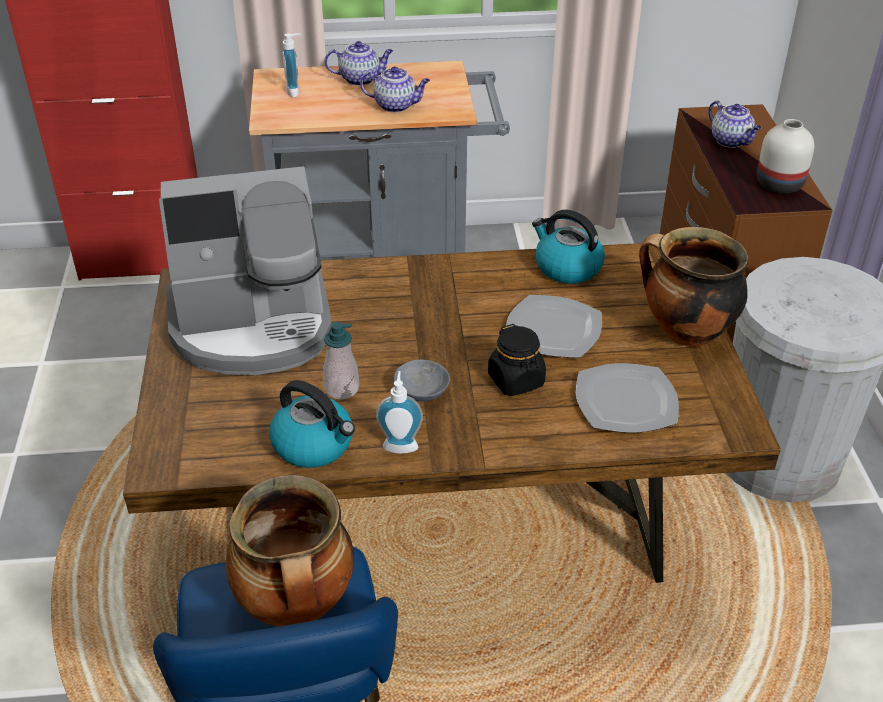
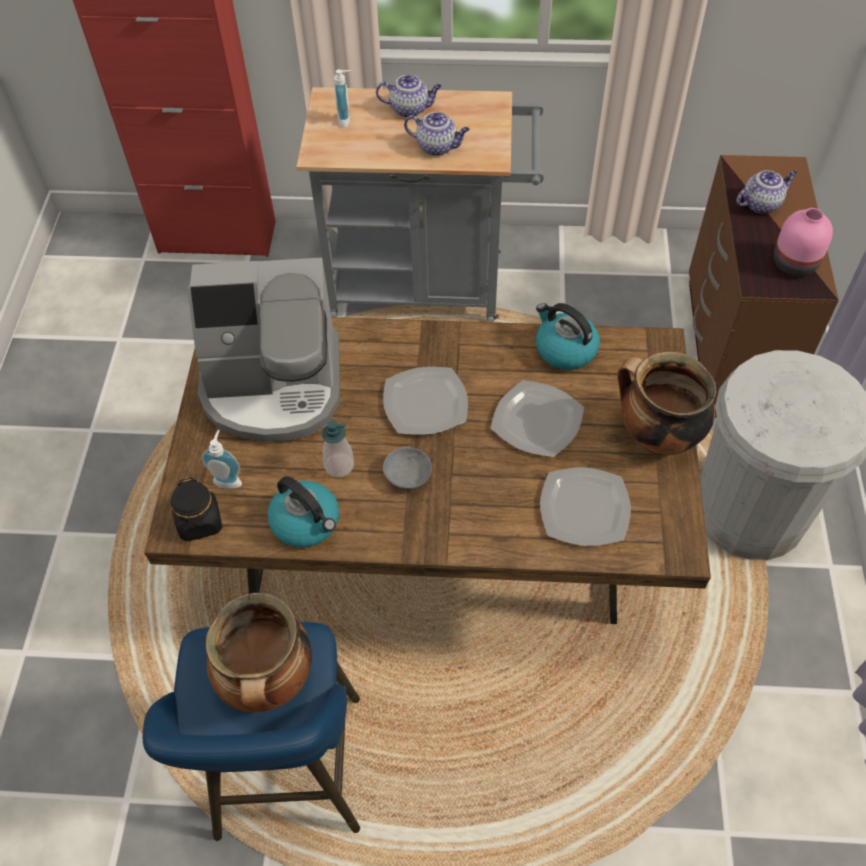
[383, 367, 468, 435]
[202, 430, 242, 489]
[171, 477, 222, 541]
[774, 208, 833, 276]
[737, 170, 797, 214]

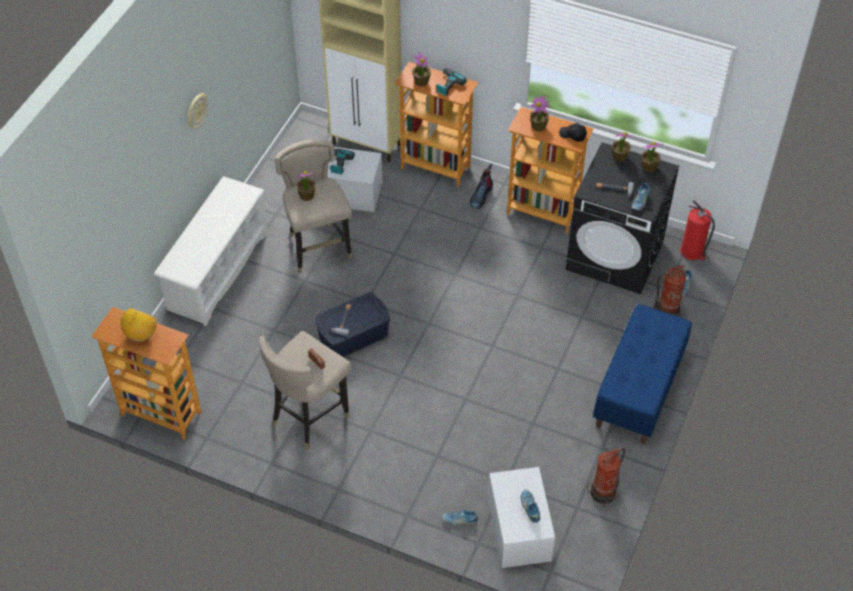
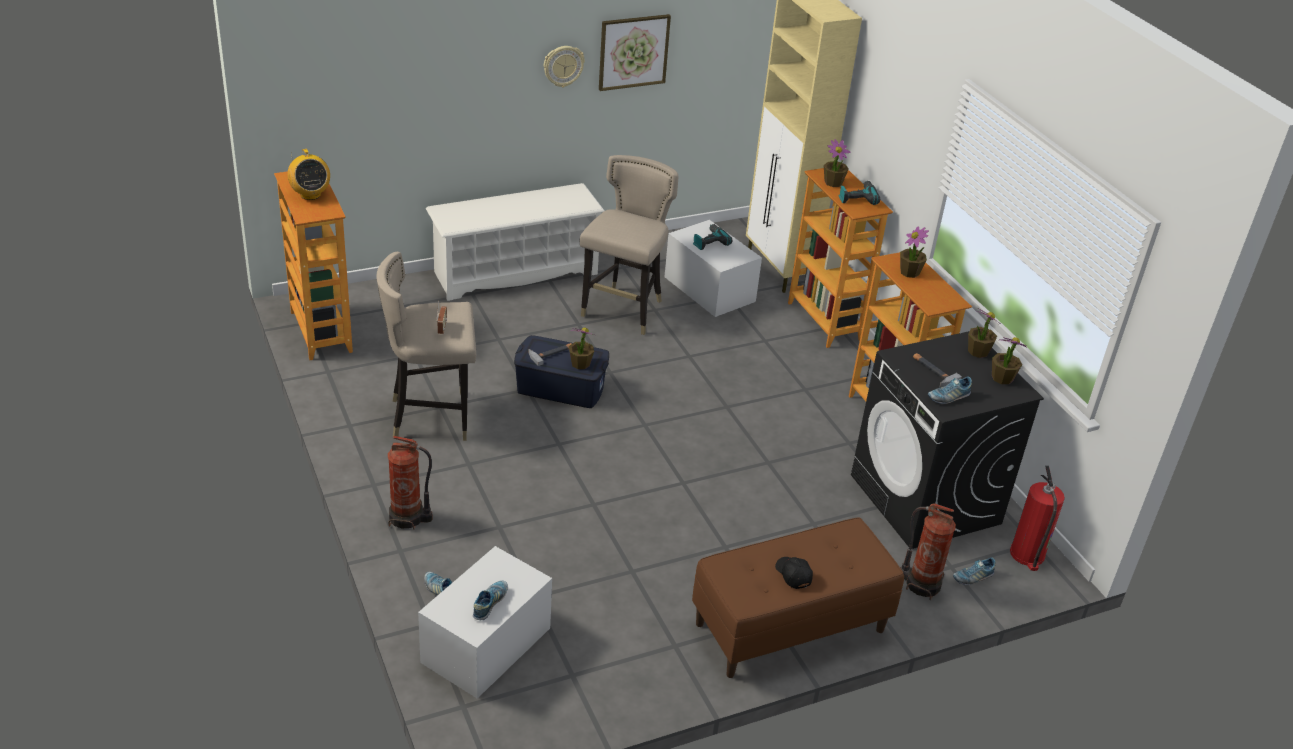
[470, 163, 493, 209] (first image)
[599, 14, 671, 91]
[569, 328, 594, 369]
[775, 557, 813, 589]
[388, 436, 433, 529]
[692, 517, 904, 678]
[287, 149, 330, 200]

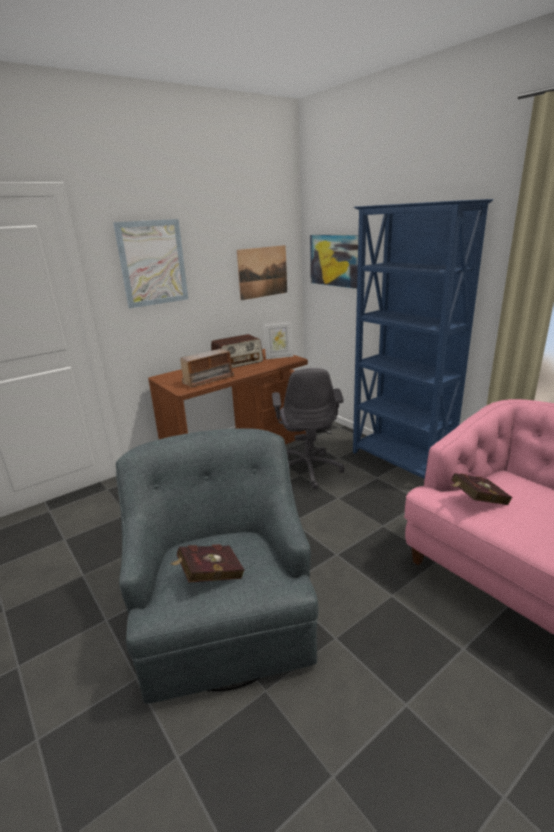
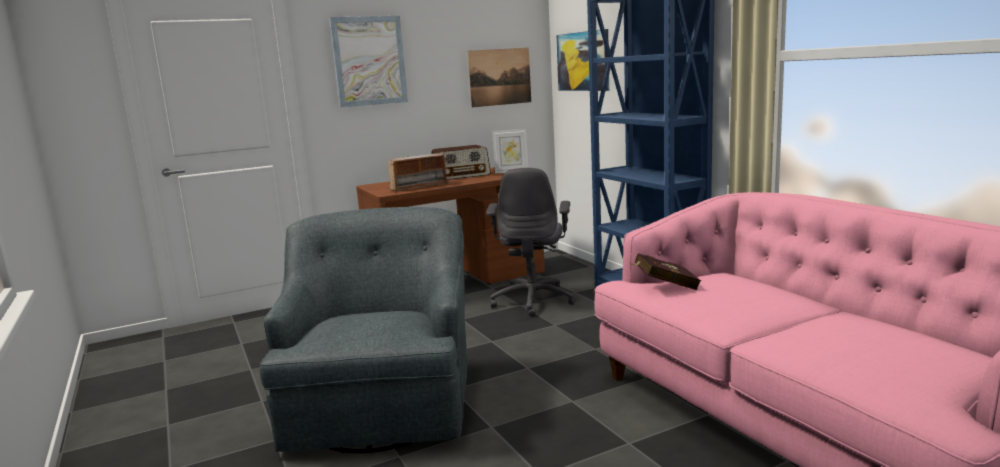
[171, 545, 245, 583] (first image)

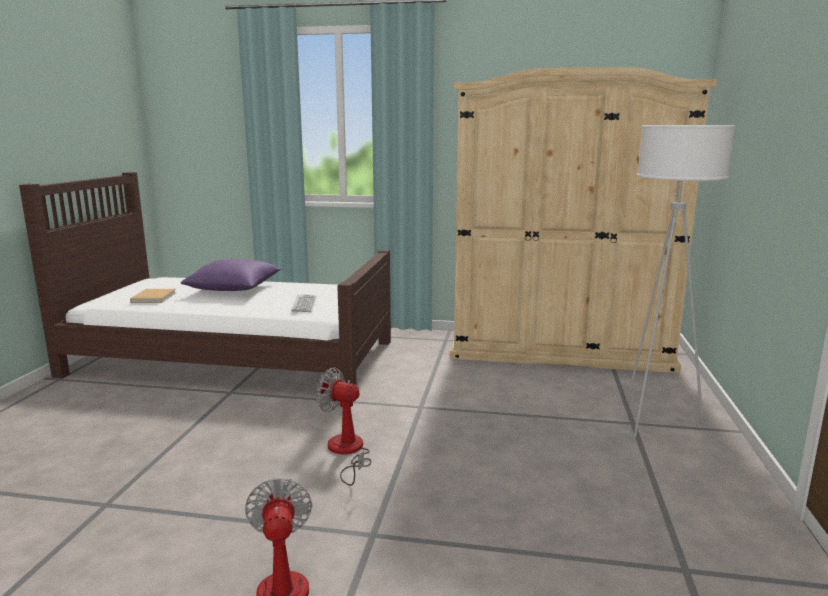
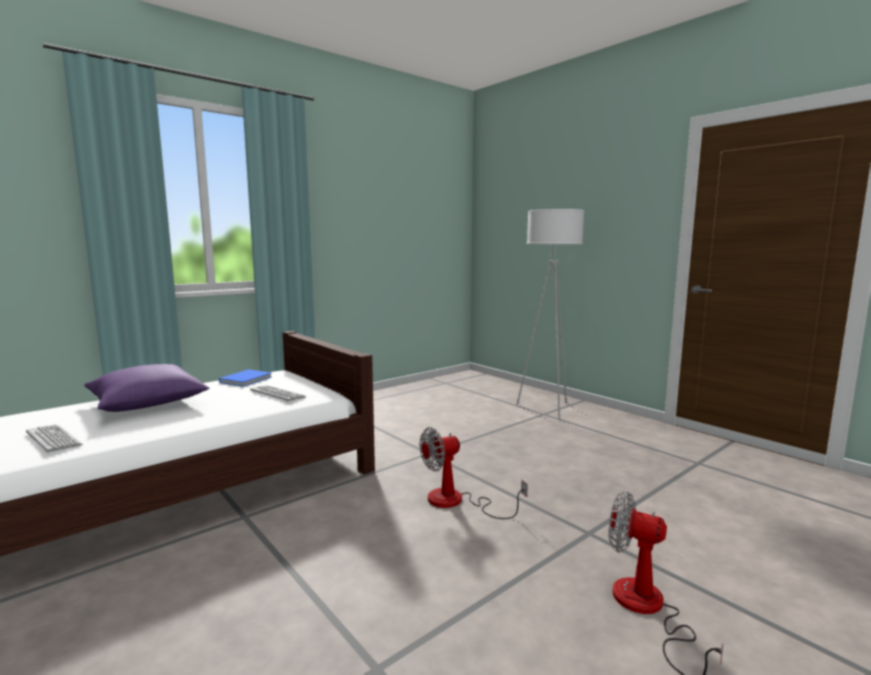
[450, 67, 717, 373] (first image)
[219, 369, 271, 387]
[26, 425, 83, 452]

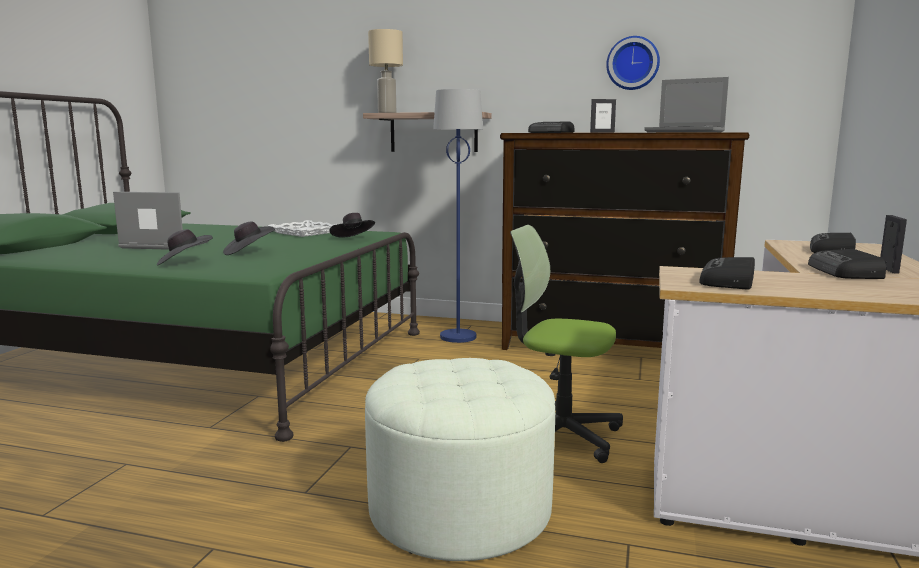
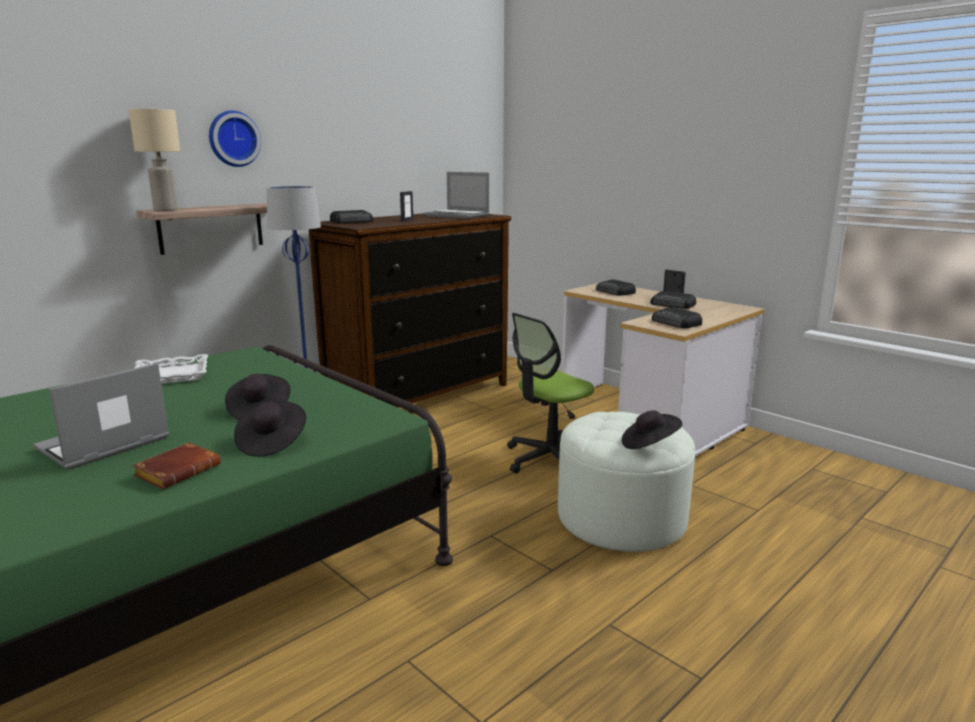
[132, 442, 221, 489]
[622, 411, 682, 449]
[209, 111, 261, 167]
[425, 172, 490, 219]

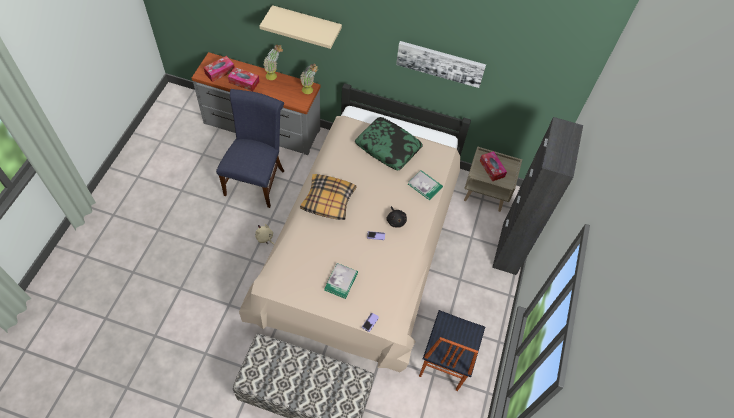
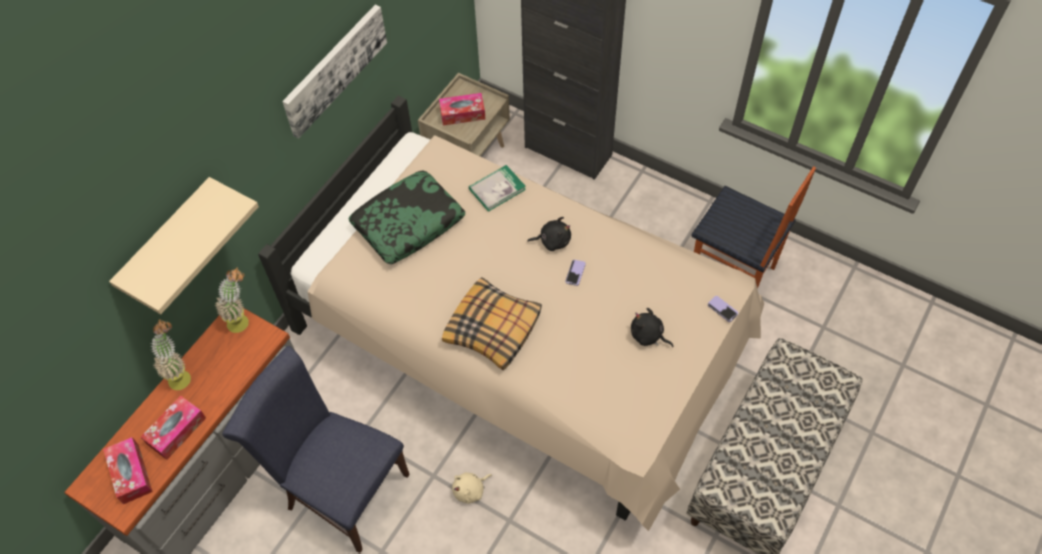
[631, 308, 674, 347]

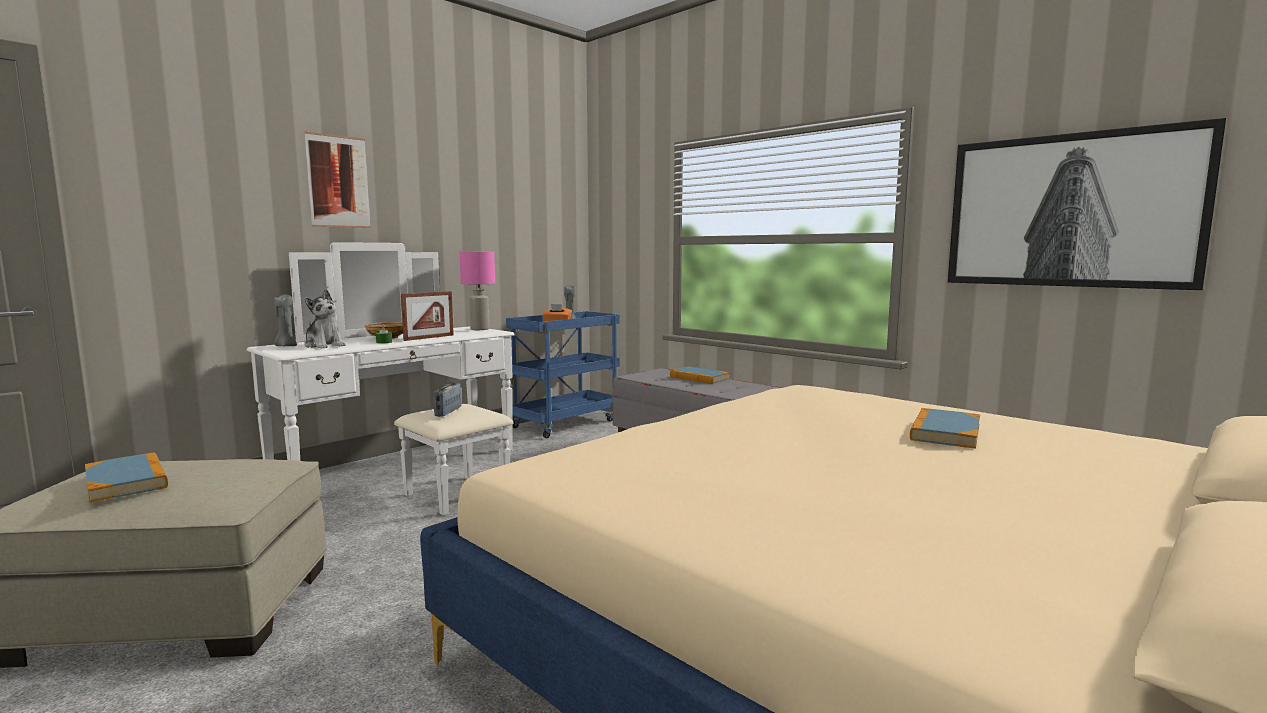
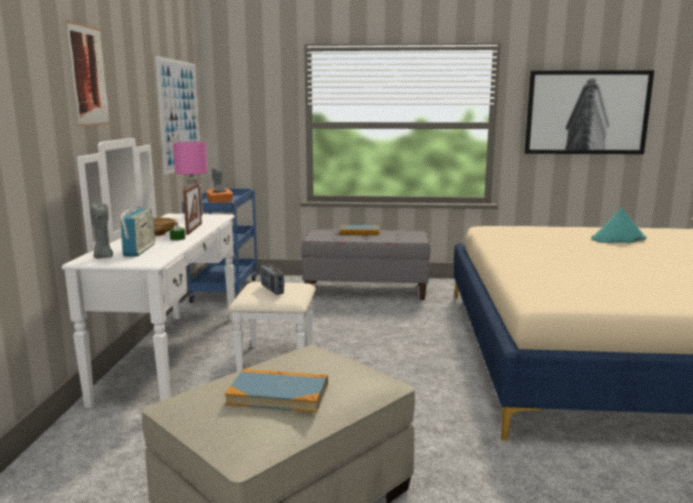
[155, 56, 200, 175]
[120, 206, 155, 257]
[591, 208, 647, 243]

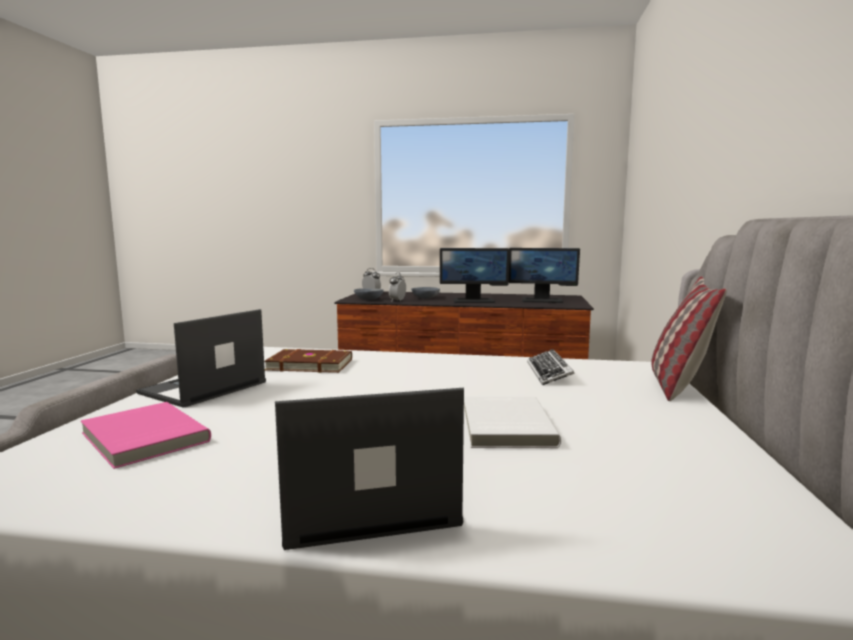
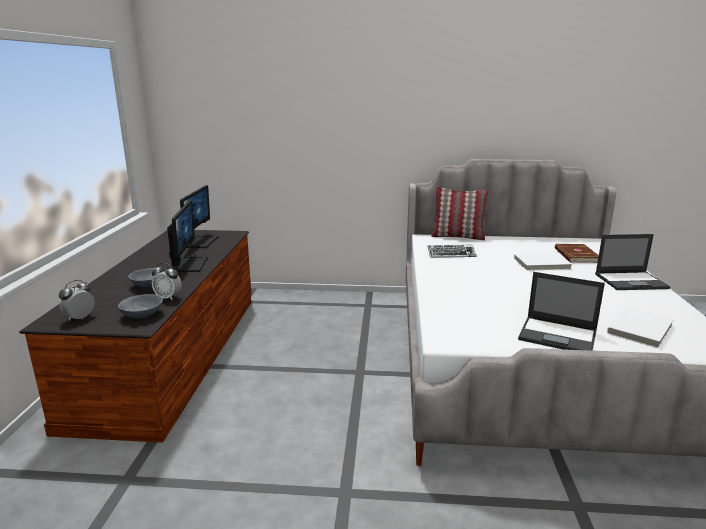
[555, 244, 599, 263]
[607, 308, 673, 348]
[595, 234, 670, 290]

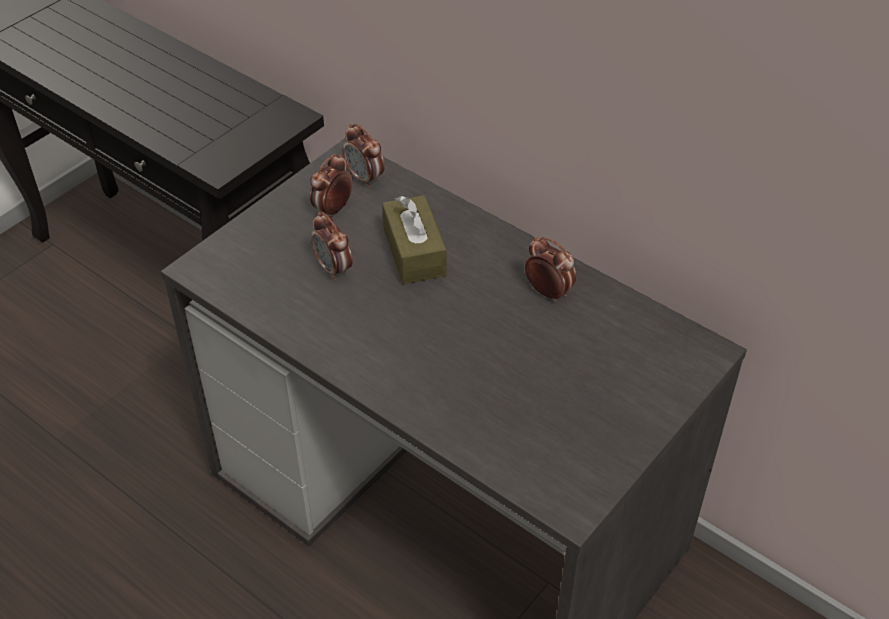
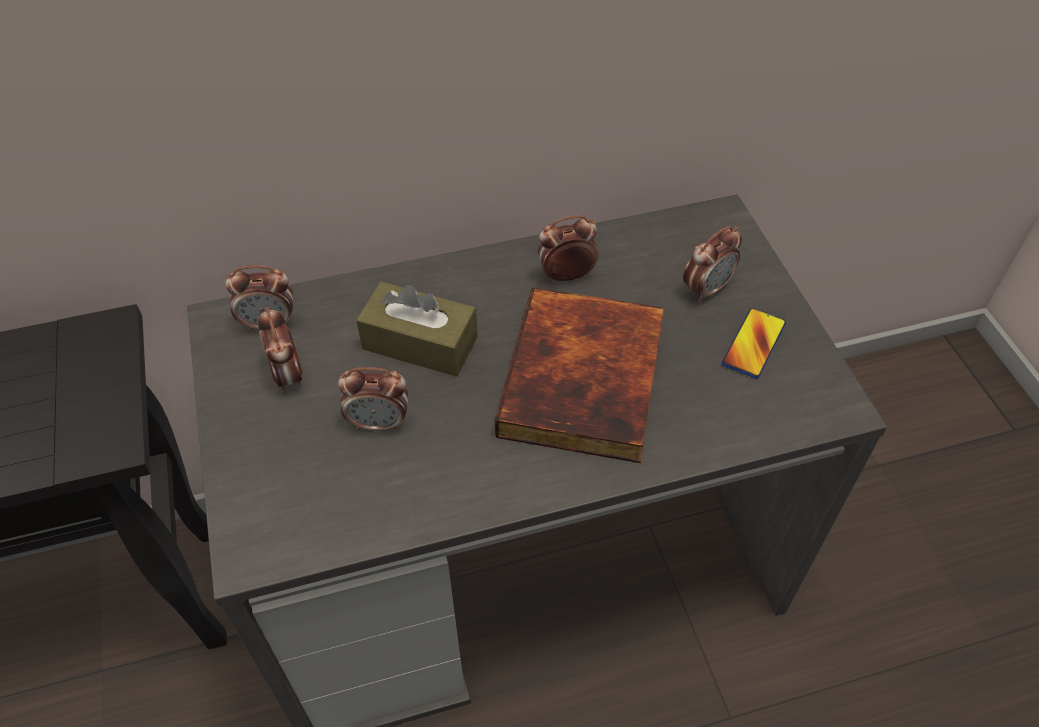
[495, 287, 664, 463]
[683, 226, 742, 303]
[722, 308, 786, 378]

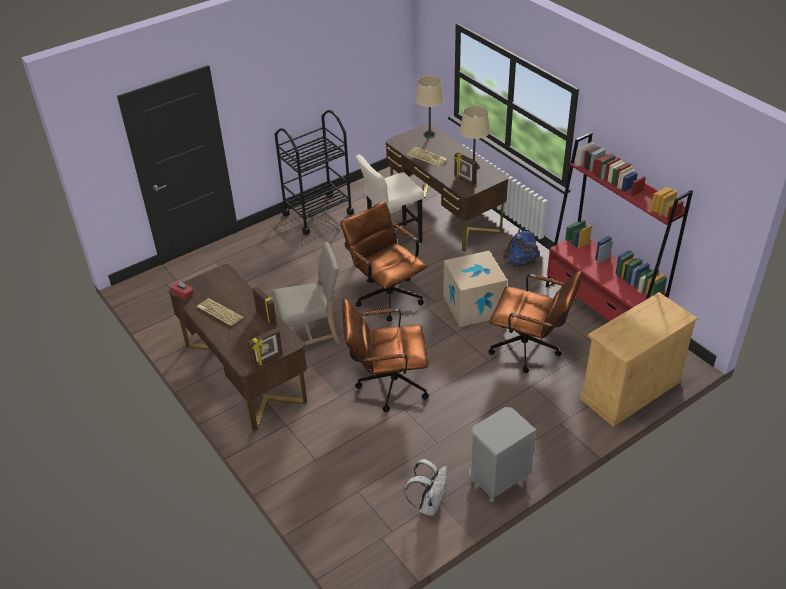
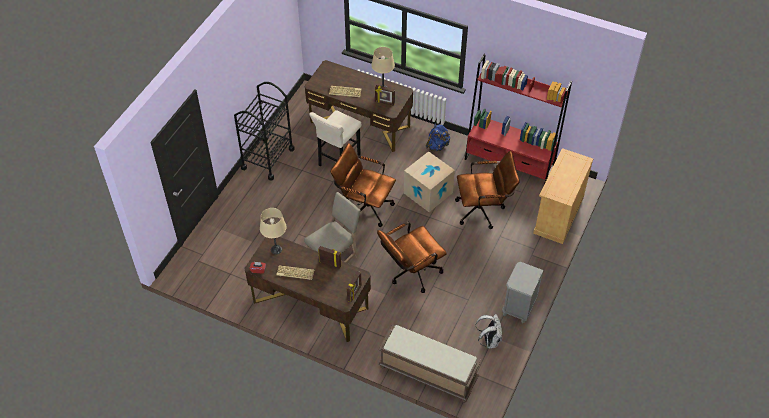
[379, 324, 481, 403]
[260, 208, 287, 254]

